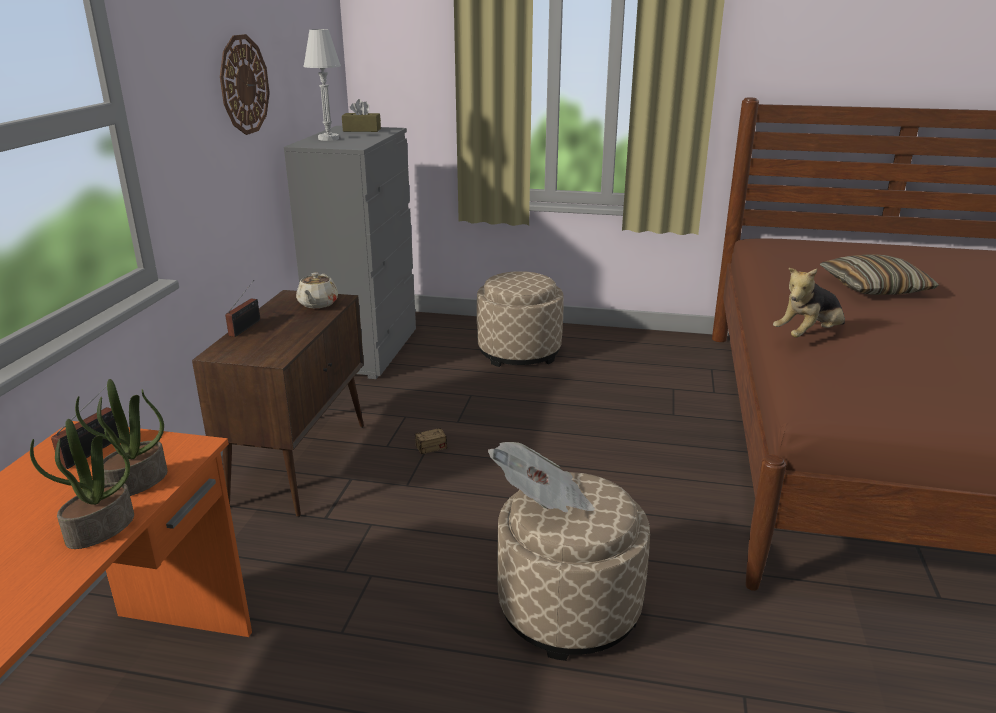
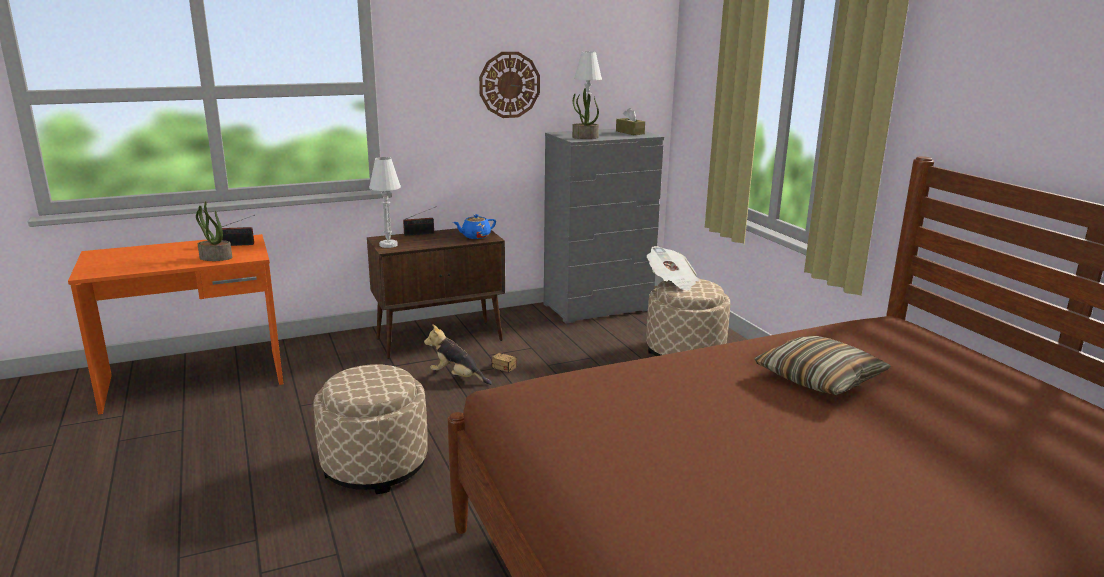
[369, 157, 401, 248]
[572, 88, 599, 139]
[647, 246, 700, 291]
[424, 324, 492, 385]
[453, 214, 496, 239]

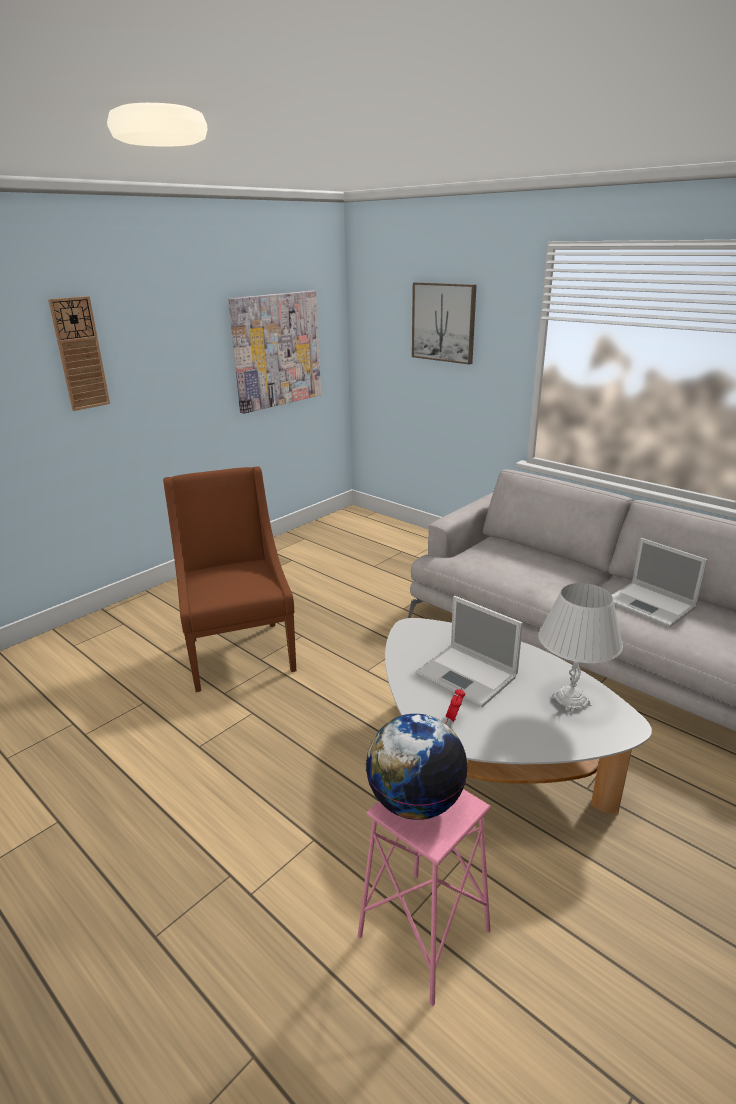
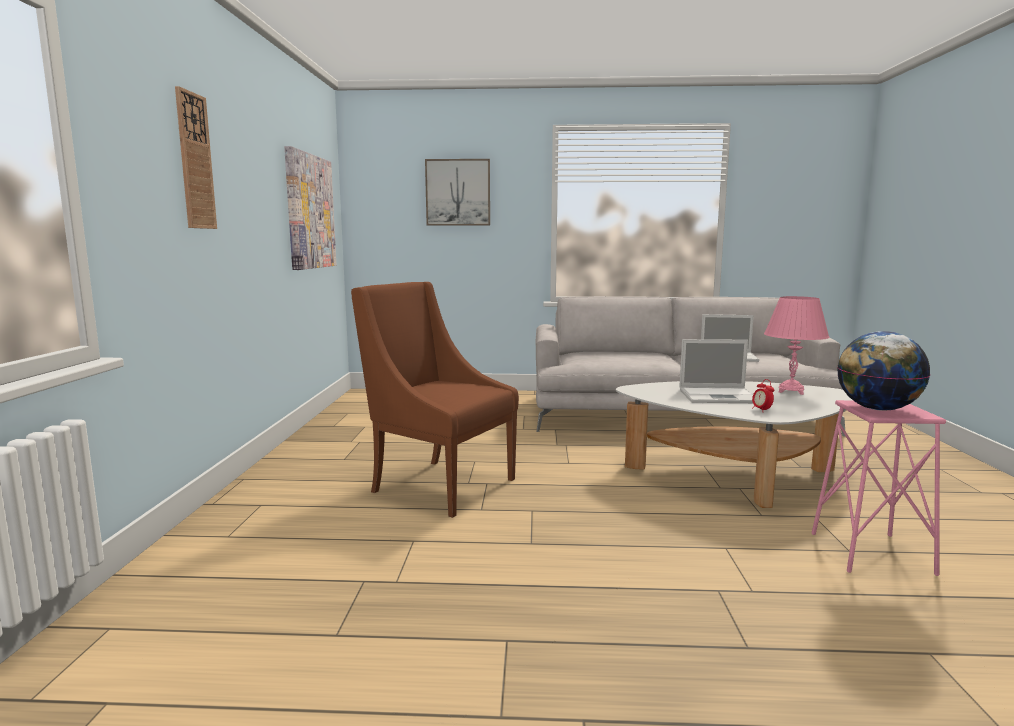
[764, 296, 830, 395]

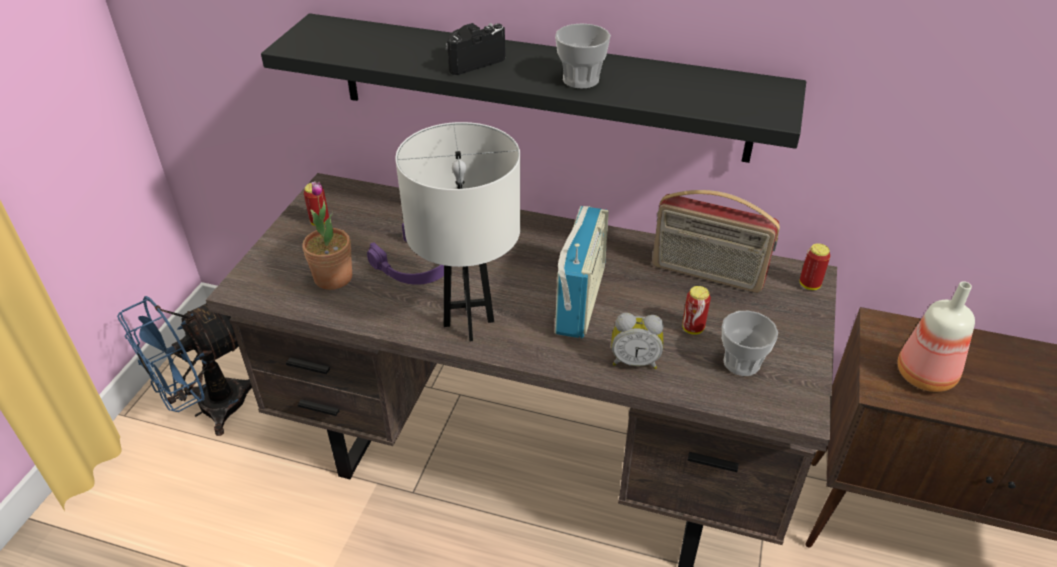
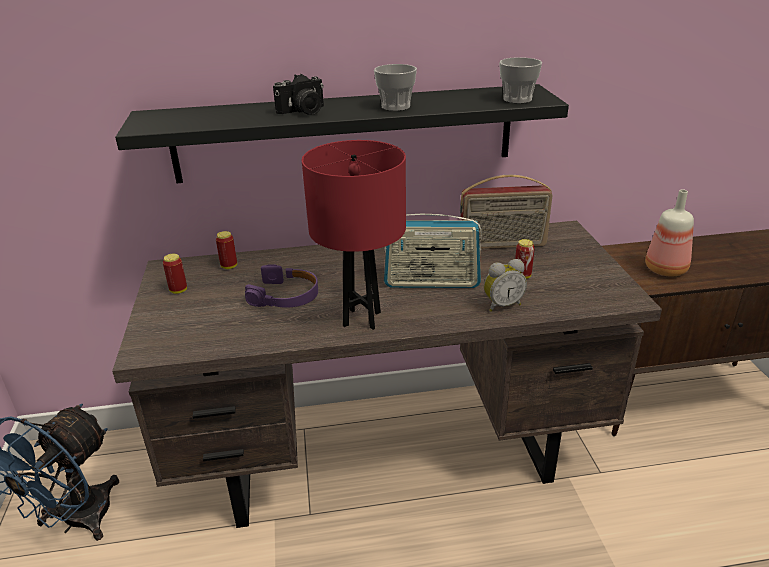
[302, 181, 352, 290] (first image)
[499, 57, 542, 103]
[216, 231, 237, 269]
[302, 140, 406, 330]
[273, 74, 324, 115]
[384, 214, 482, 288]

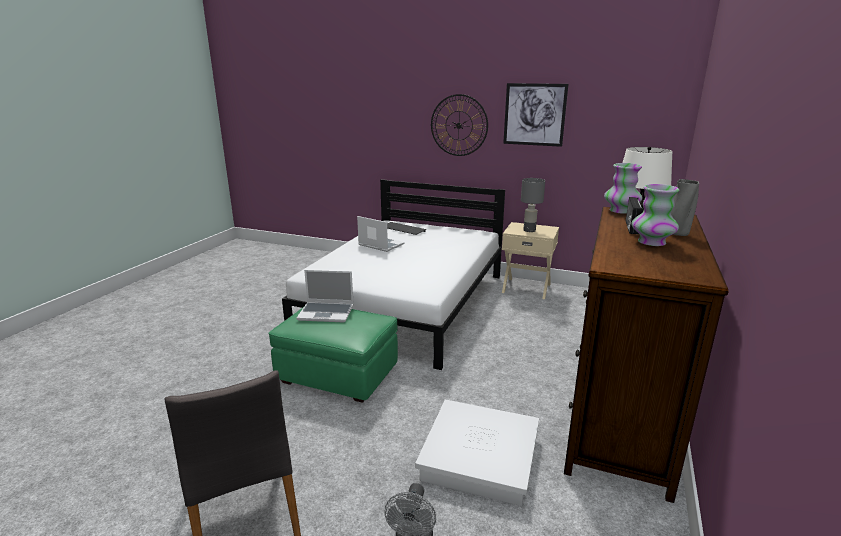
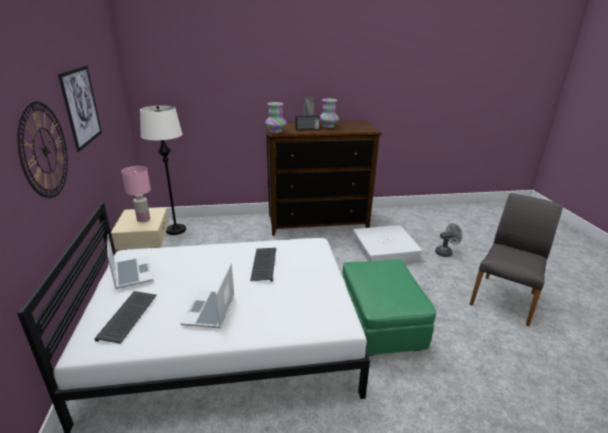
[250, 248, 276, 282]
[107, 234, 153, 289]
[121, 166, 151, 222]

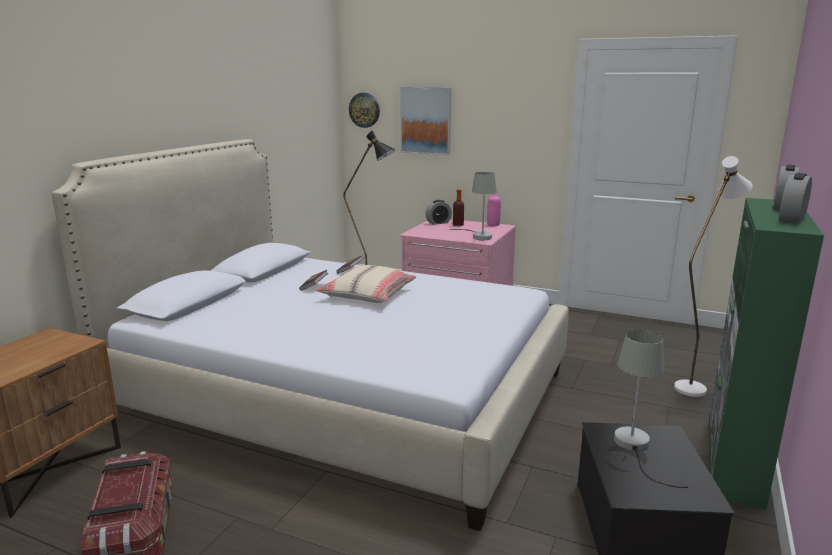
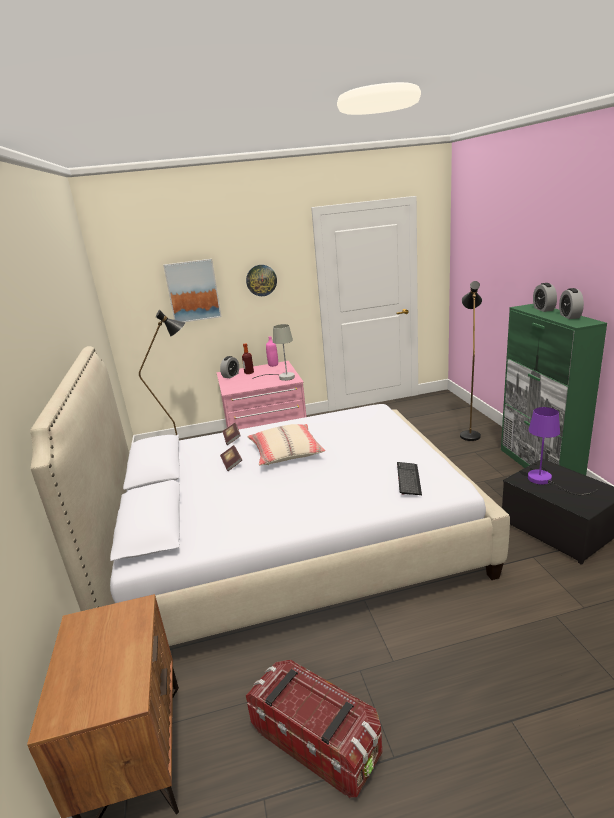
[397, 462, 422, 495]
[246, 265, 277, 296]
[528, 407, 597, 495]
[460, 281, 482, 441]

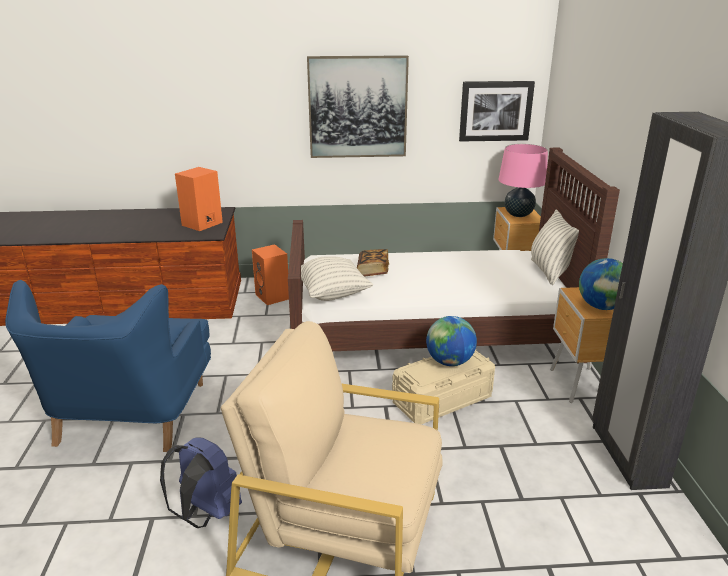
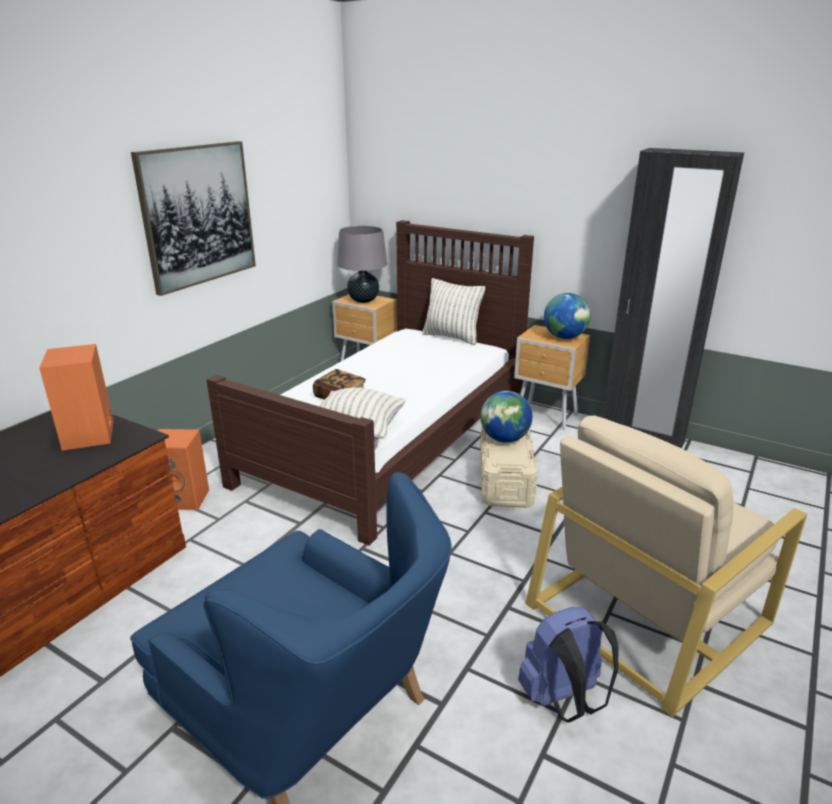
[459, 81, 535, 142] (first image)
[337, 225, 387, 303]

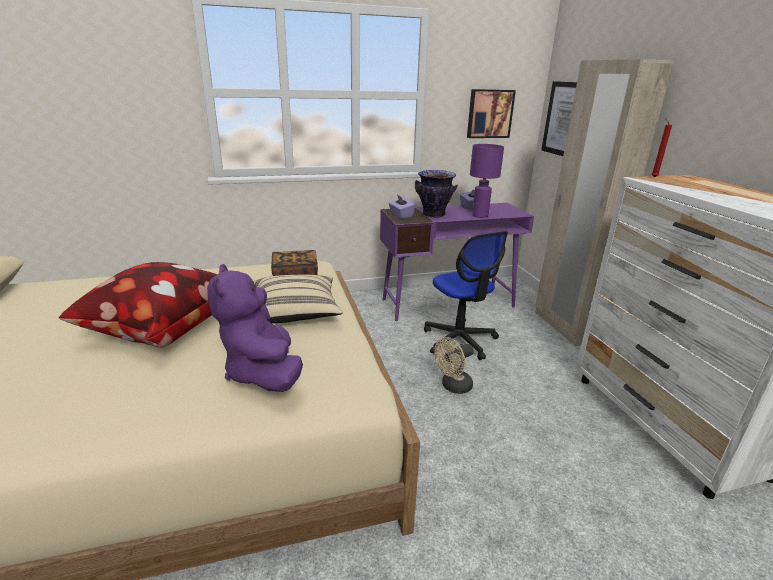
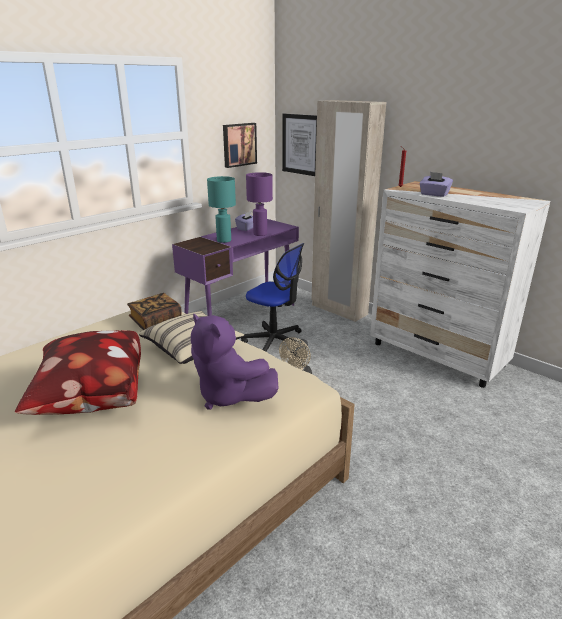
[419, 172, 453, 197]
[207, 176, 236, 243]

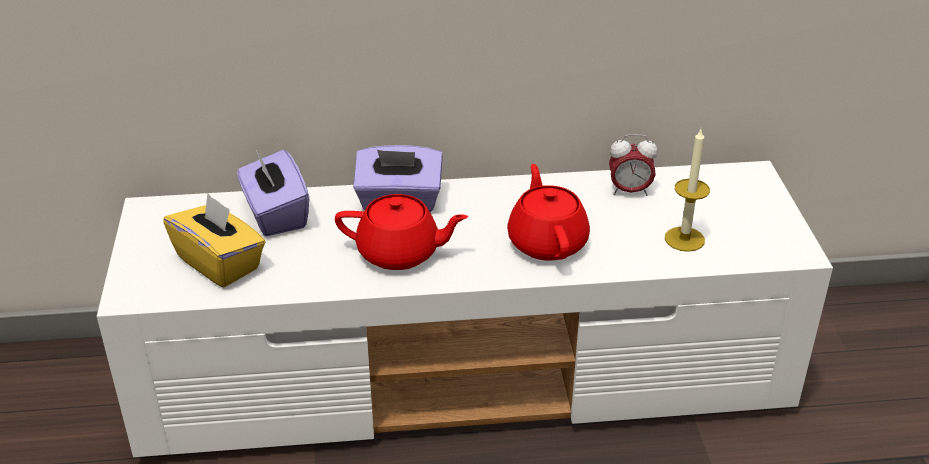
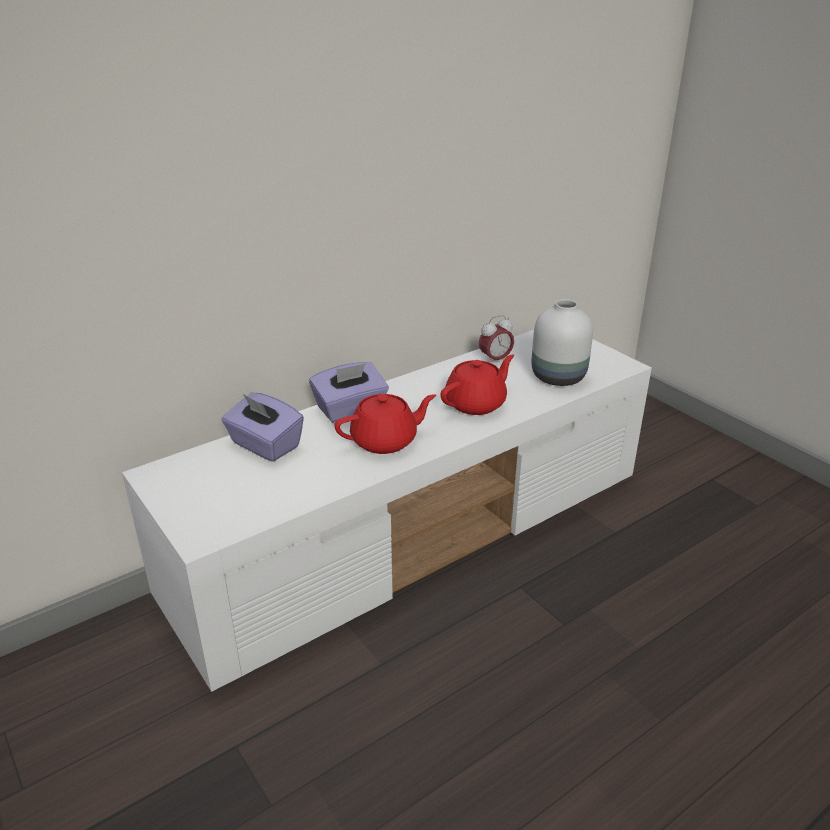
[163, 193, 265, 288] (first image)
[532, 299, 593, 386]
[440, 354, 514, 415]

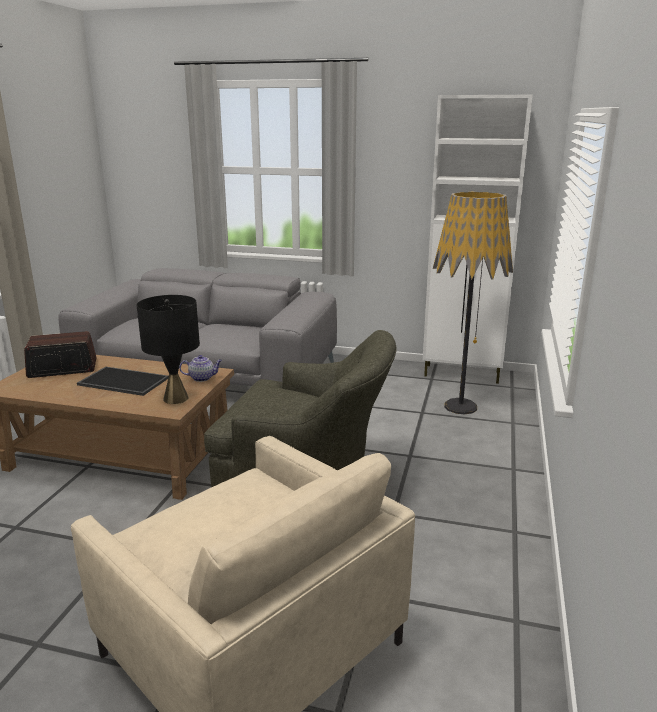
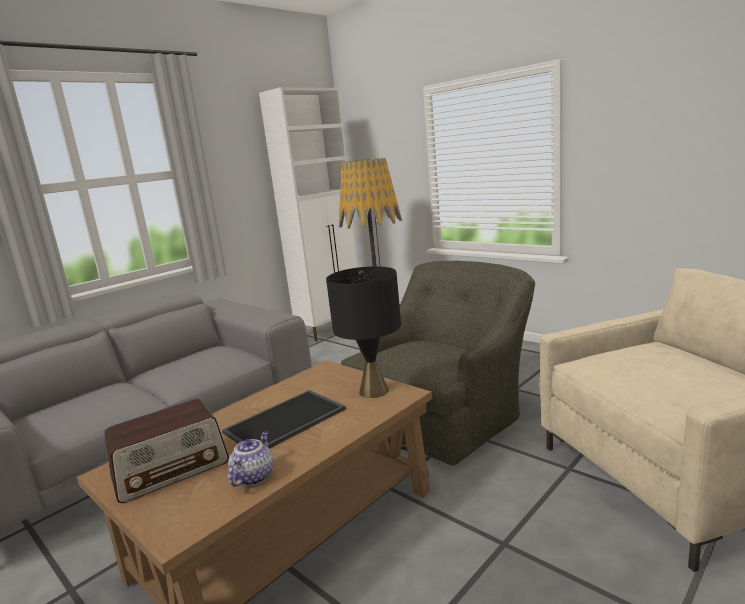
[228, 431, 273, 487]
[105, 399, 229, 503]

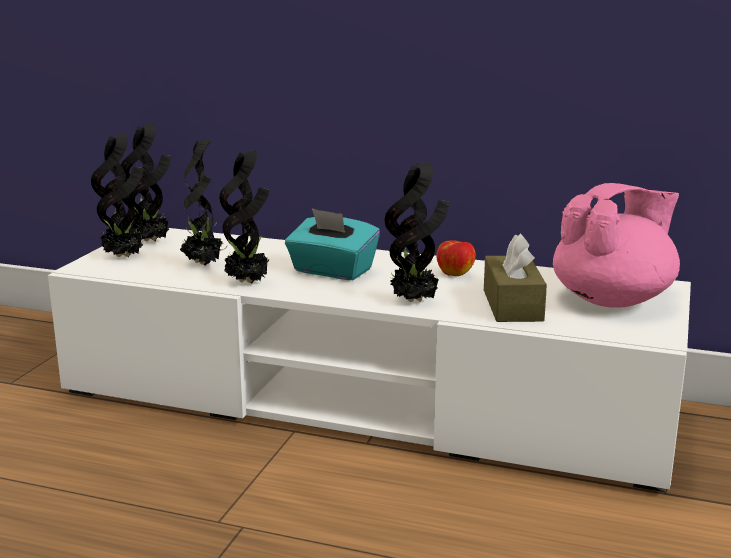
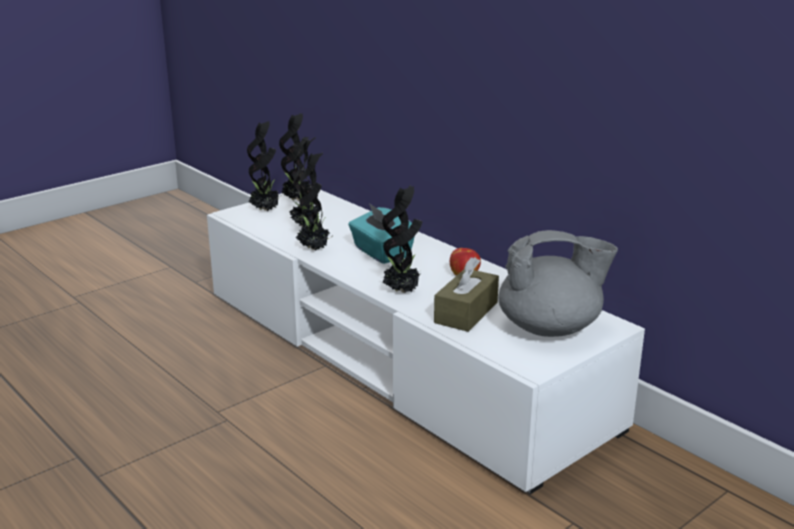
[499, 230, 618, 337]

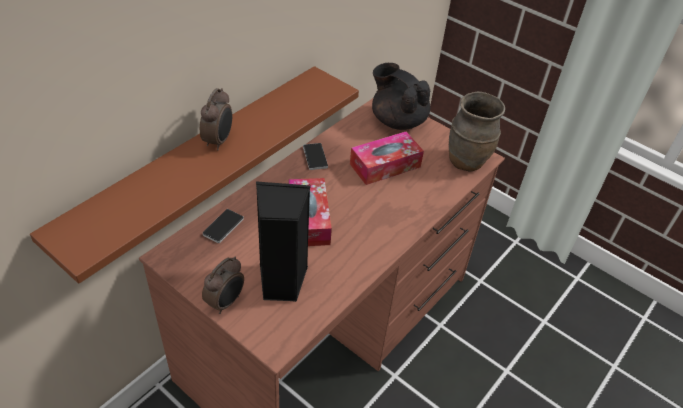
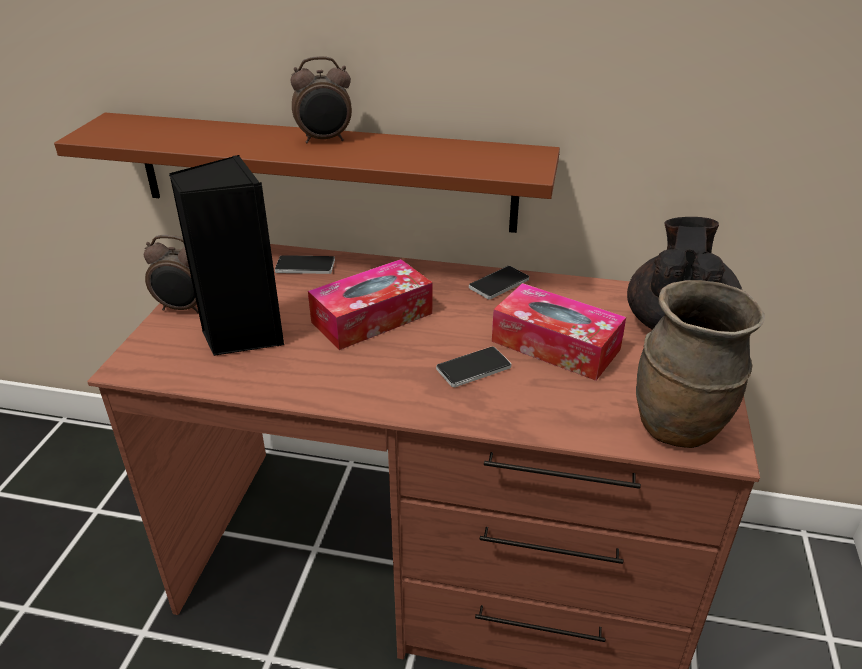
[436, 347, 511, 387]

